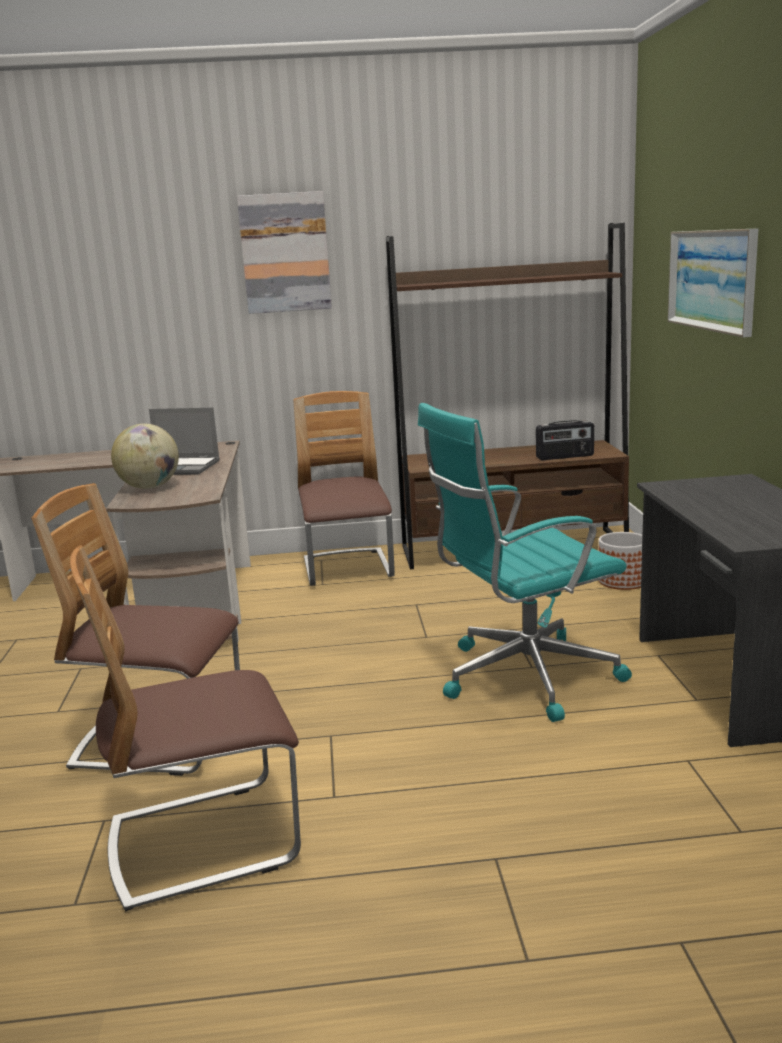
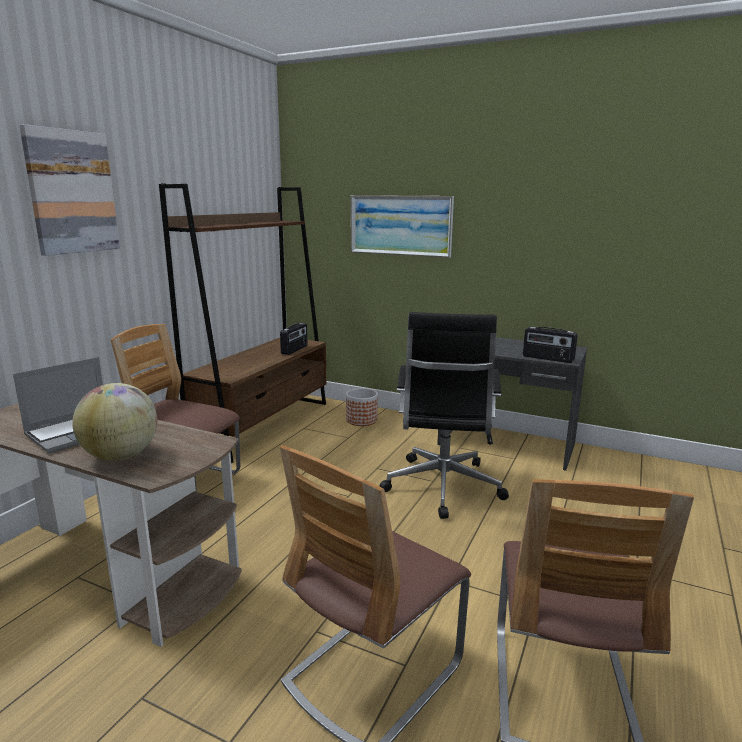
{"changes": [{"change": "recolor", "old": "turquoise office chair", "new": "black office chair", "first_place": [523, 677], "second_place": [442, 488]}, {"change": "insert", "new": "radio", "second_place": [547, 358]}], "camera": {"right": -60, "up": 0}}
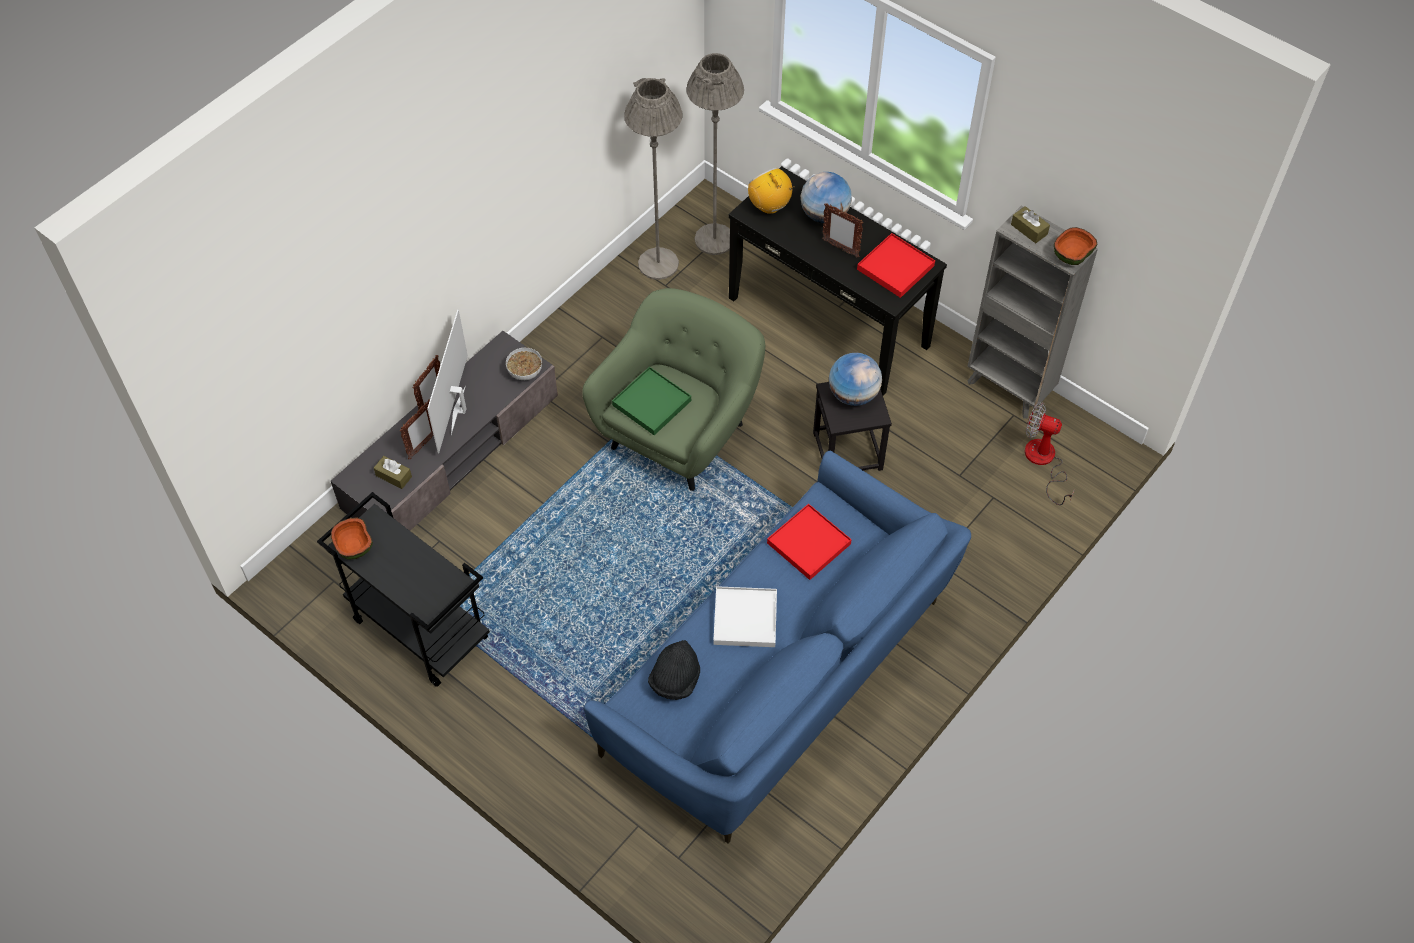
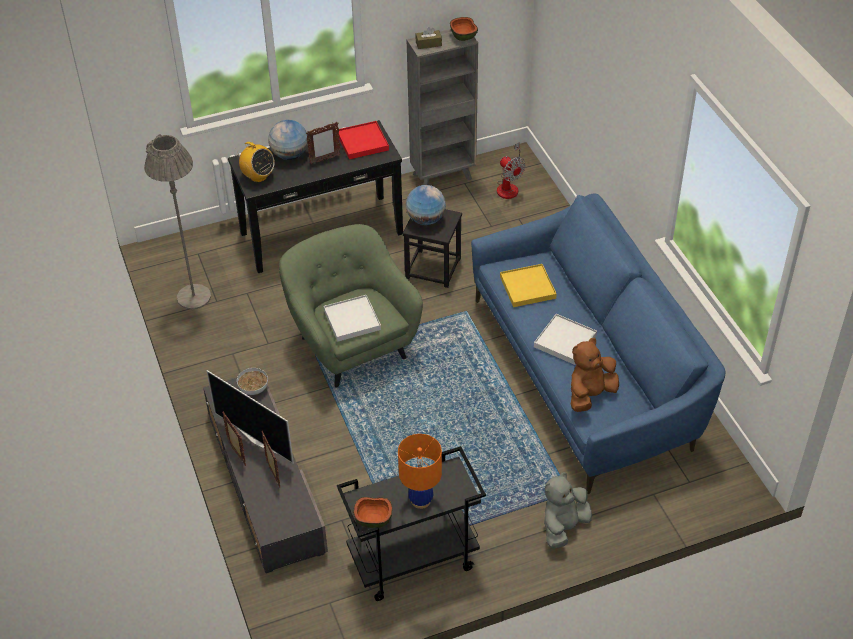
{"changes": [{"change": "delete", "old": "grey floor lamp", "first_place": [714, 239]}, {"change": "rotate", "old": "radio", "first_place": [769, 206], "second_place": [258, 176], "degrees": -135}, {"change": "recolor", "old": "green tray", "new": "white tray", "first_place": [651, 403], "second_place": [352, 320]}, {"change": "rotate", "old": "fan", "first_place": [1043, 462], "second_place": [509, 186], "degrees": -90}, {"change": "delete", "old": "brown tissue box", "first_place": [393, 476]}, {"change": "recolor", "old": "red tray", "new": "yellow tray", "first_place": [809, 543], "second_place": [527, 287]}, {"change": "replace", "old": "black hat", "new": "brown plush toy", "first_place": [675, 680], "second_place": [590, 395]}, {"change": "insert", "new": "orange table lamp", "second_place": [421, 500]}, {"change": "insert", "new": "grey plush toy", "second_place": [563, 527]}], "camera": {"right": -60, "up": -10}}
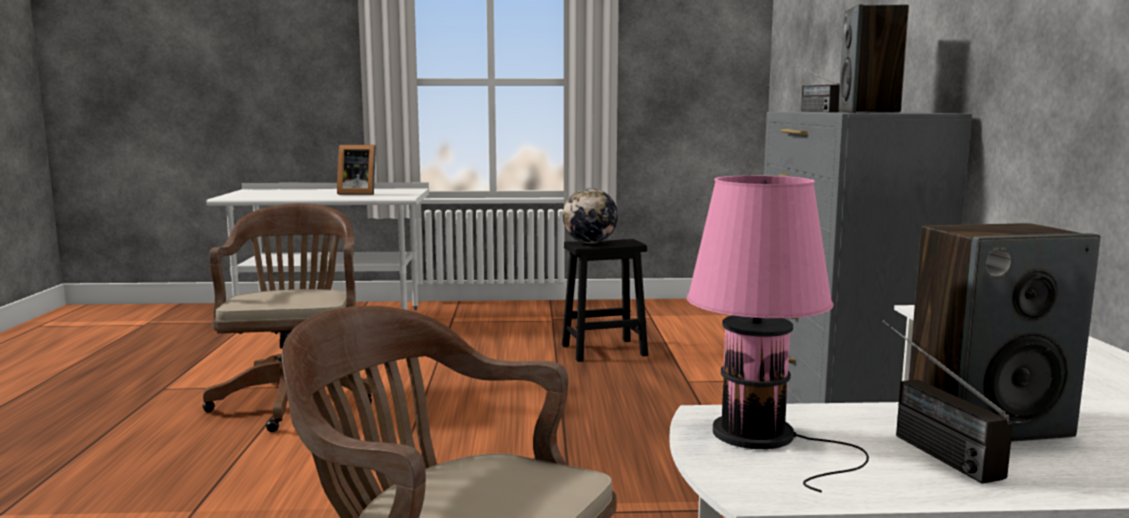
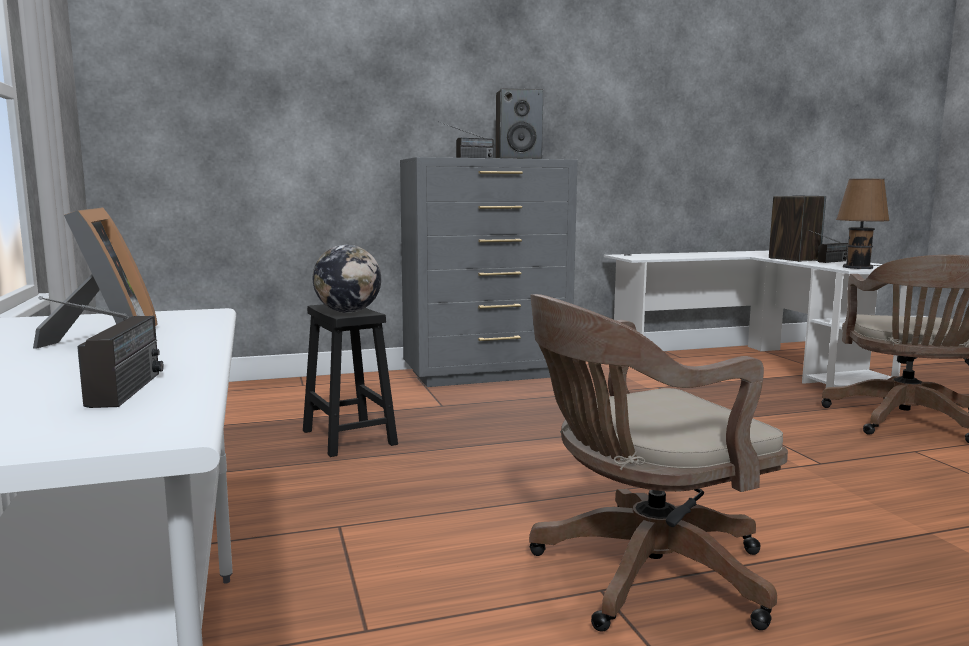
{"changes": [{"change": "recolor", "old": "pink table lamp", "new": "brown table lamp", "first_place": [761, 437], "second_place": [858, 267]}, {"change": "insert", "new": "radio", "second_place": [116, 399]}], "camera": {"right": -105, "up": 0}}
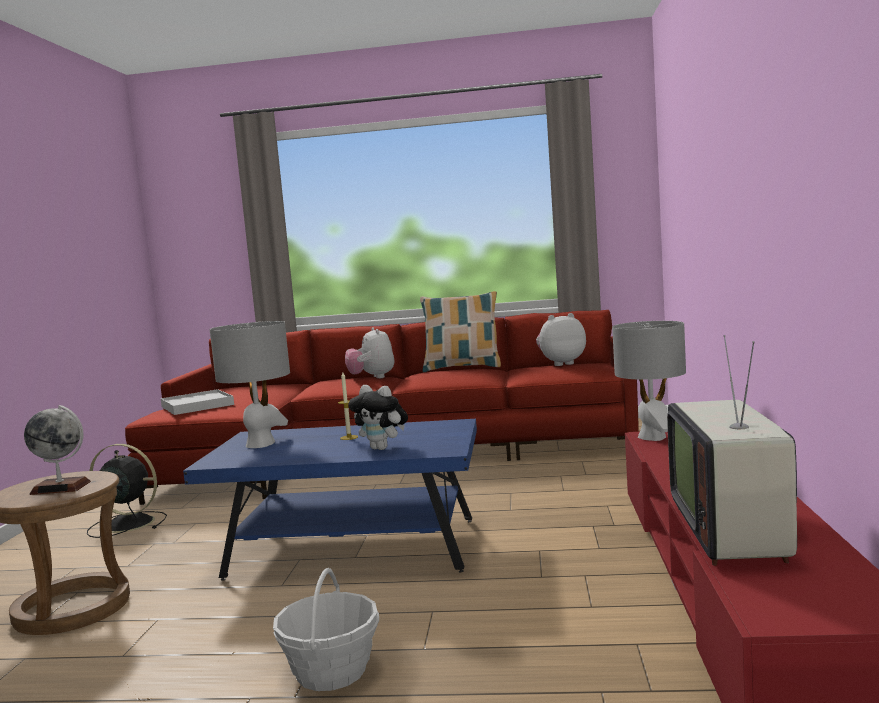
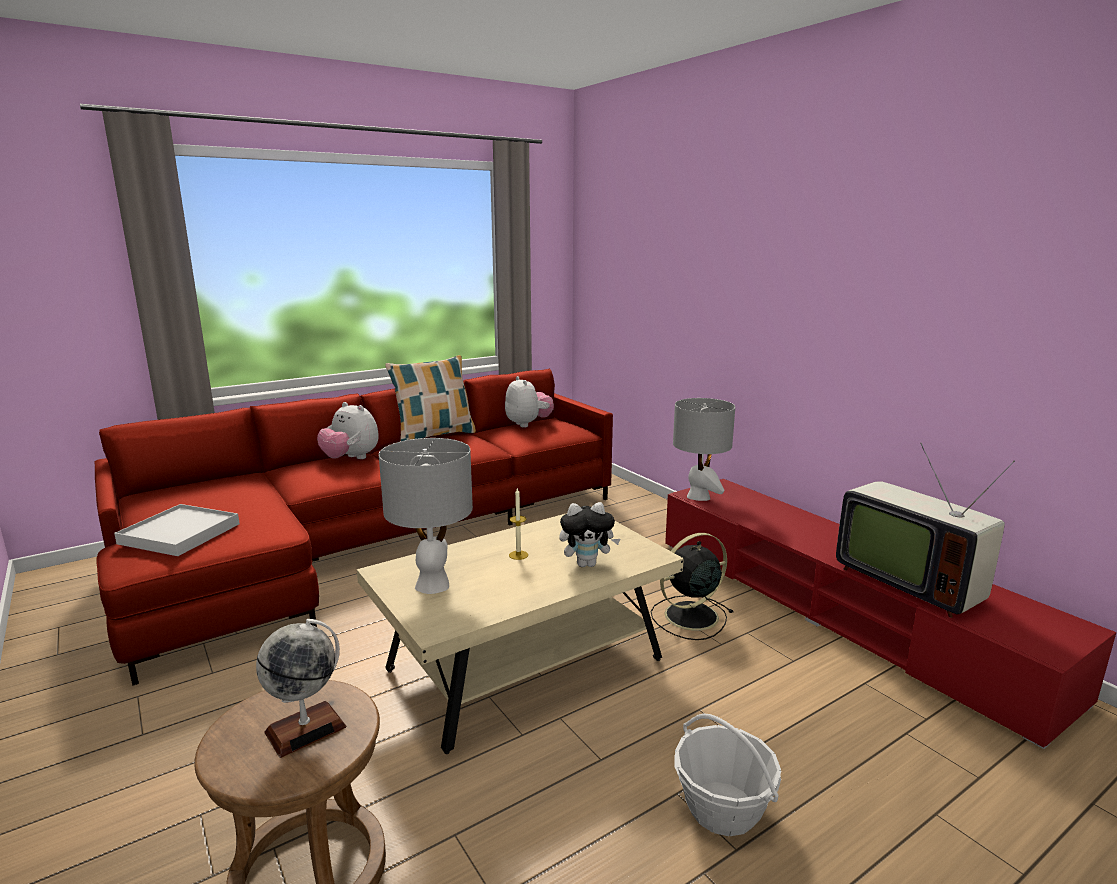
{"changes": [{"change": "rotate", "old": "plush toy", "first_place": [561, 363], "second_place": [528, 424], "degrees": 120}, {"change": "recolor", "old": "blue coffee table", "new": "beige coffee table", "first_place": [353, 549], "second_place": [525, 666]}, {"change": "move", "old": "black fan", "first_place": [126, 524], "second_place": [689, 616]}], "camera": {"right": -40, "up": 10}}
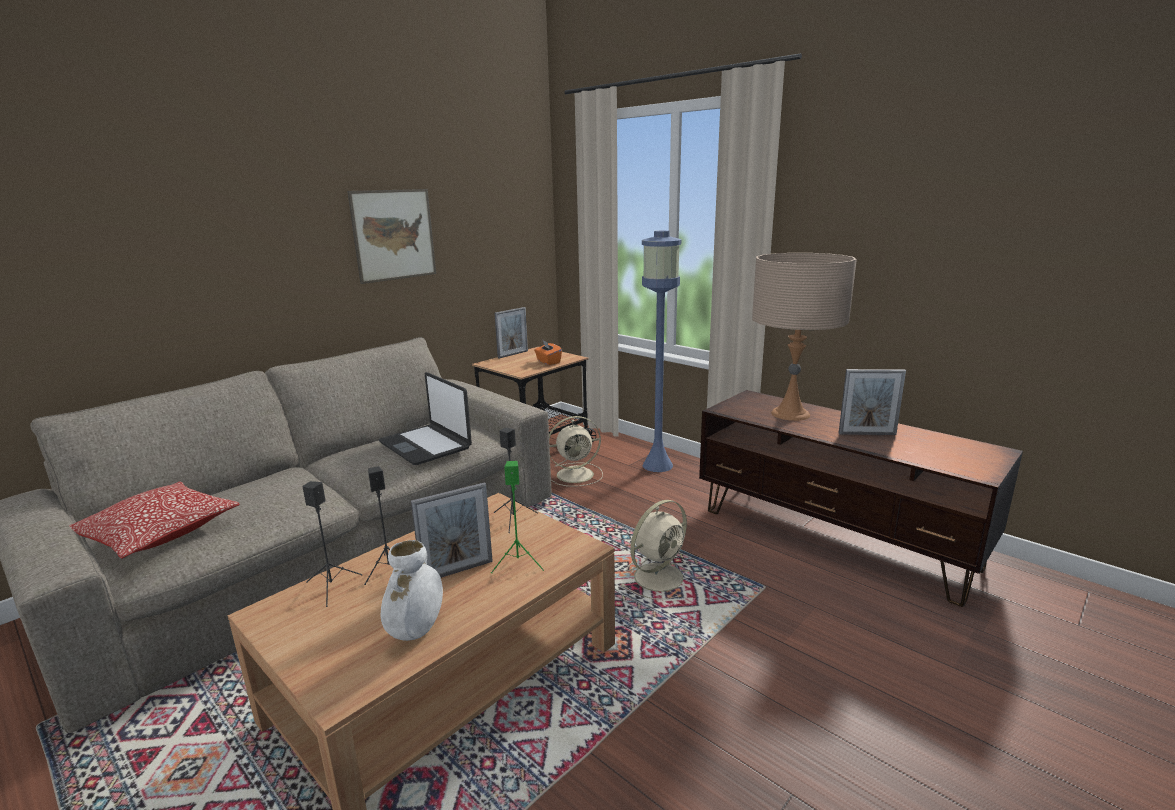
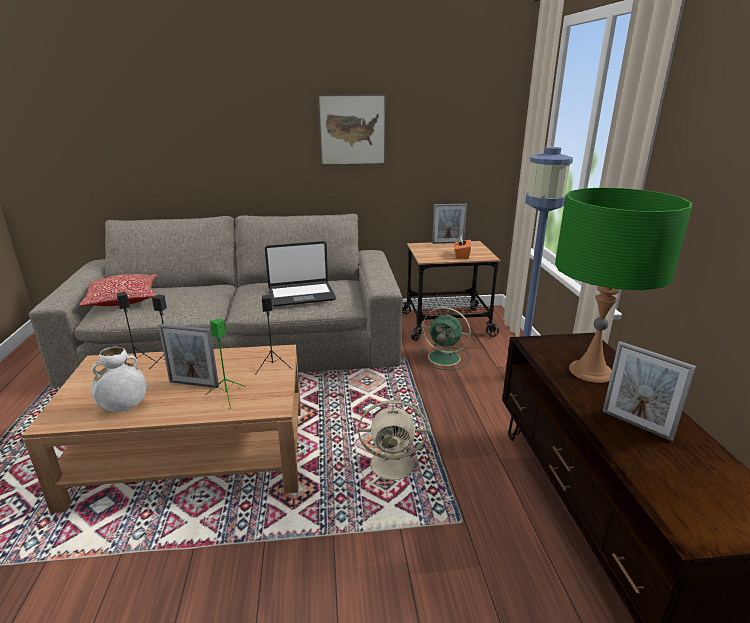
{"changes": [{"change": "recolor", "old": "beige table lamp", "new": "green table lamp", "first_place": [790, 414], "second_place": [590, 371]}, {"change": "rotate", "old": "laptop", "first_place": [426, 445], "second_place": [301, 295], "degrees": -105}, {"change": "recolor", "old": "beige fan", "new": "green fan", "first_place": [576, 474], "second_place": [445, 358]}], "camera": {"right": 40, "up": 5}}
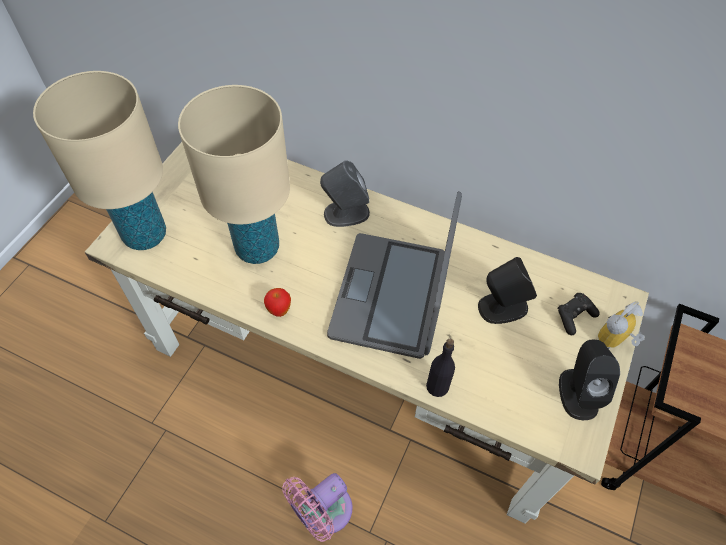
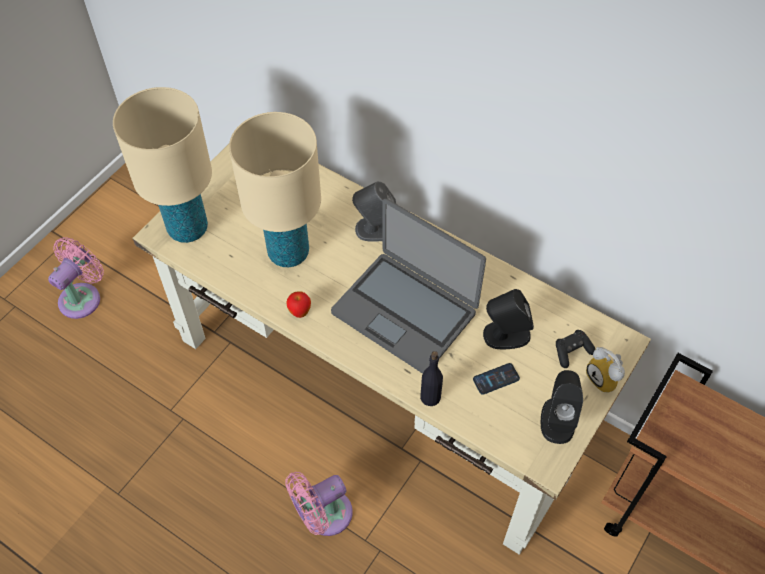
{"changes": [{"change": "rotate", "old": "laptop", "first_place": [392, 295], "second_place": [405, 311], "degrees": -75}, {"change": "rotate", "old": "alarm clock", "first_place": [615, 341], "second_place": [605, 379], "degrees": -90}, {"change": "insert", "new": "pink fan", "second_place": [83, 297]}, {"change": "insert", "new": "phone", "second_place": [496, 379]}], "camera": {"right": 10, "up": 0}}
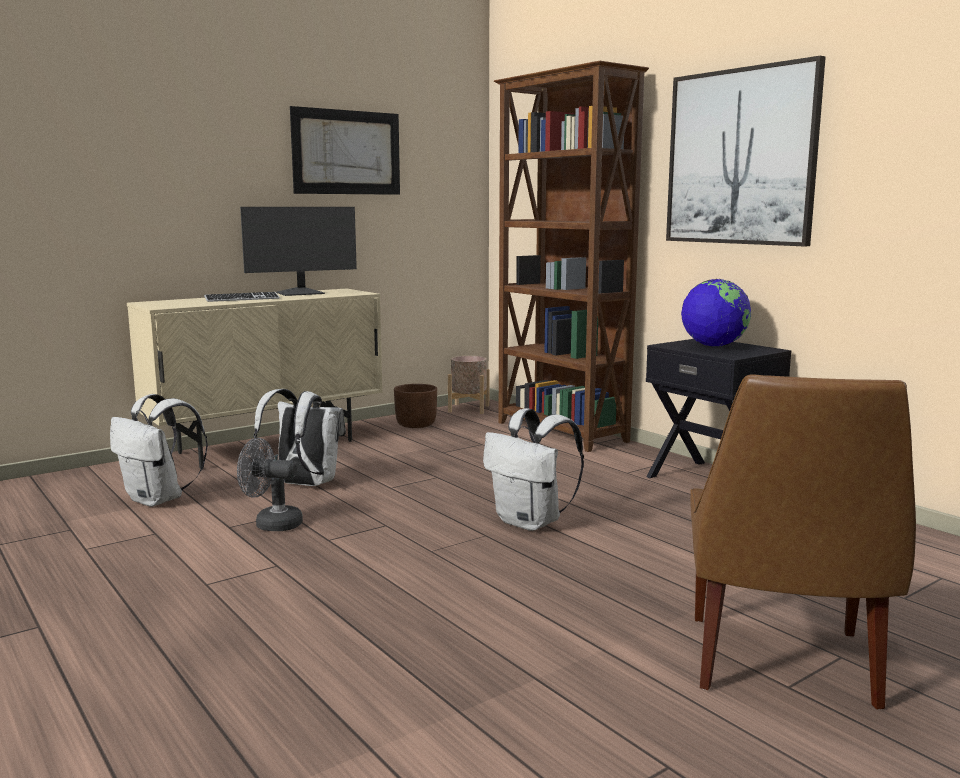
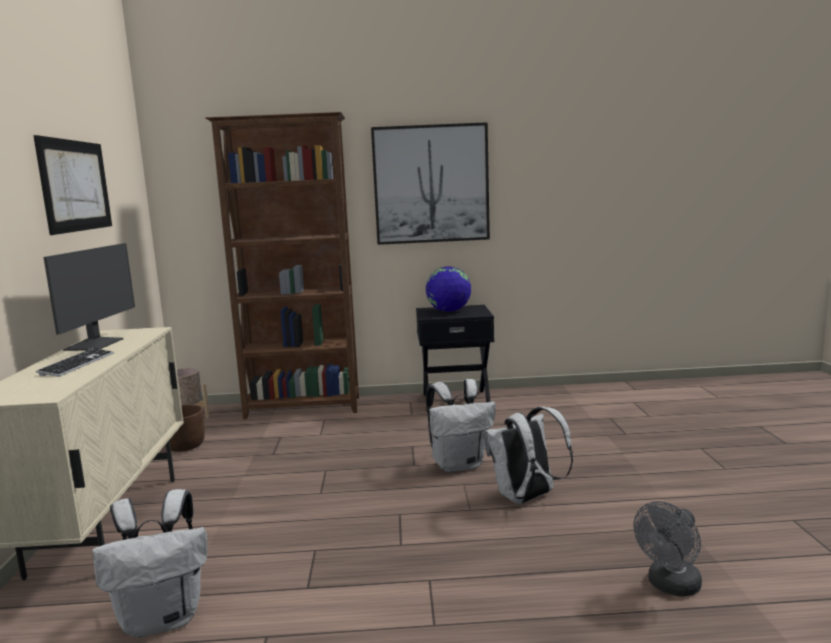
{"changes": [{"change": "delete", "old": "brown chair", "first_place": [781, 664]}, {"change": "move", "old": "white backpack", "first_place": [303, 484], "second_place": [526, 498]}, {"change": "move", "old": "grey fan", "first_place": [271, 523], "second_place": [670, 586]}], "camera": {"right": -55, "up": 0}}
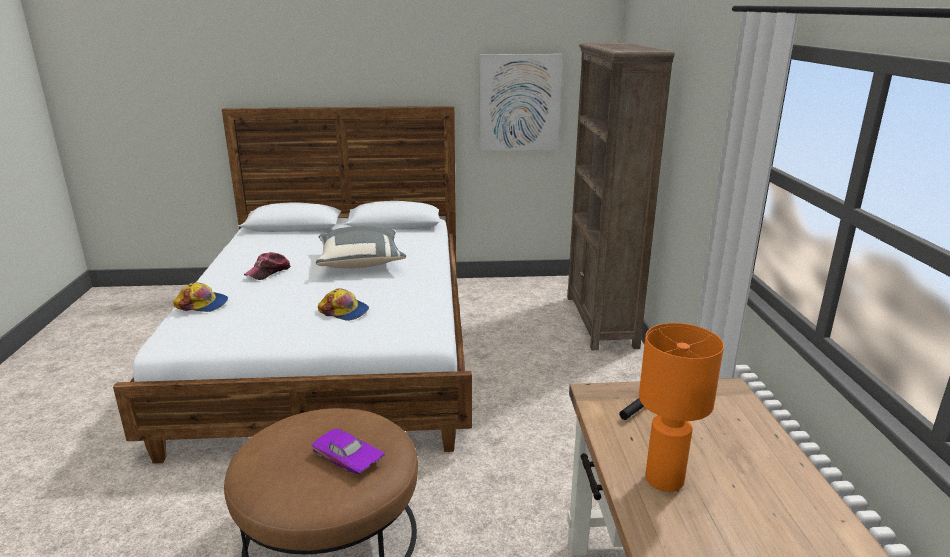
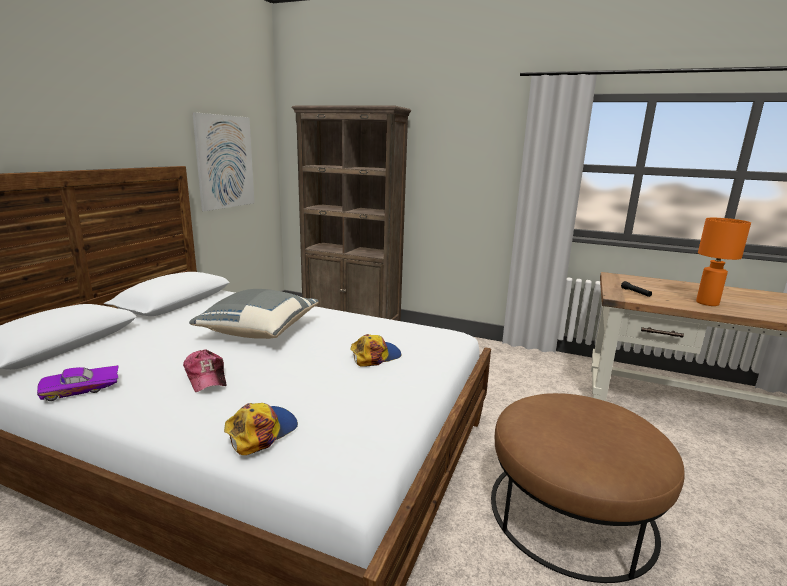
{"changes": [{"change": "move", "old": "purple toy car", "first_place": [346, 459], "second_place": [81, 389]}], "camera": {"right": -65, "up": -5}}
